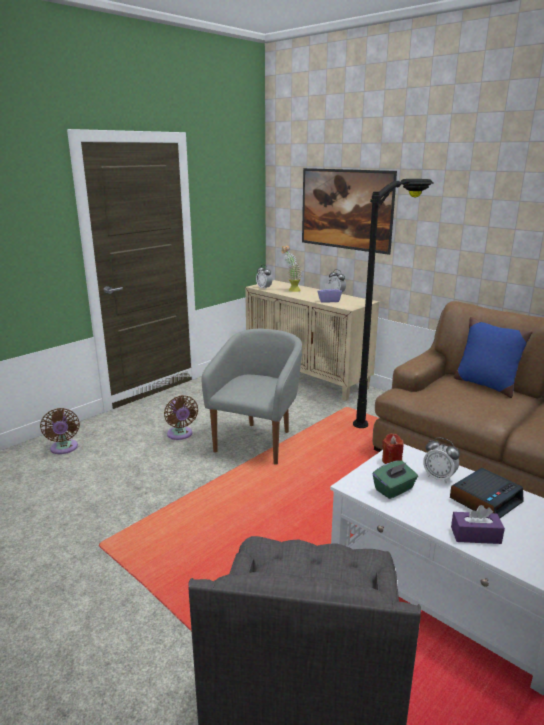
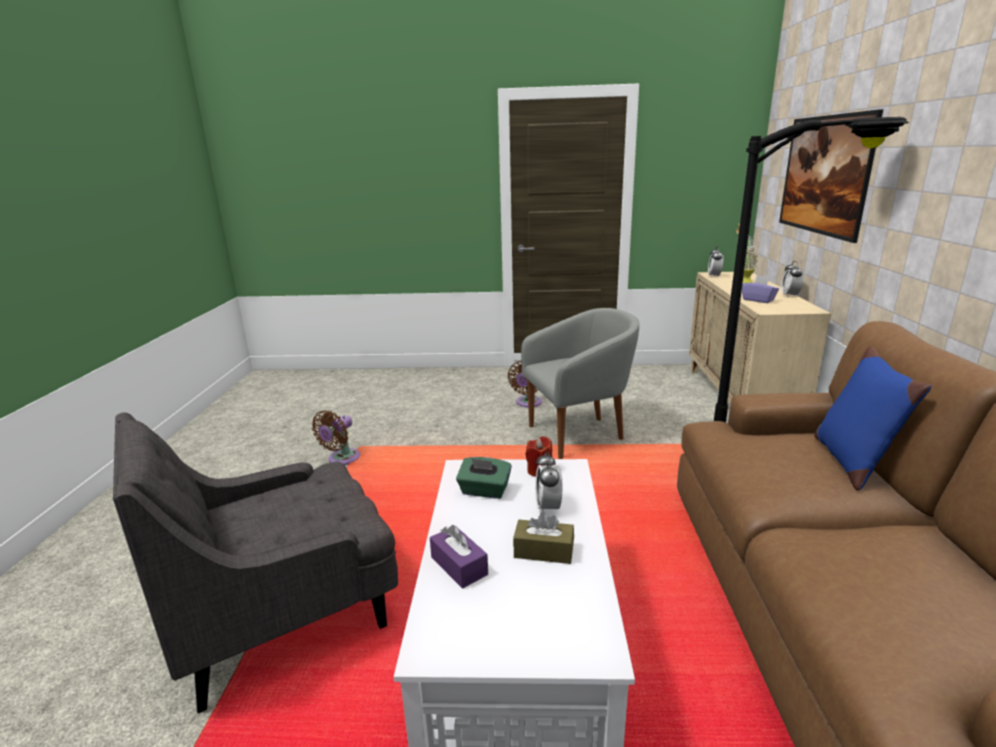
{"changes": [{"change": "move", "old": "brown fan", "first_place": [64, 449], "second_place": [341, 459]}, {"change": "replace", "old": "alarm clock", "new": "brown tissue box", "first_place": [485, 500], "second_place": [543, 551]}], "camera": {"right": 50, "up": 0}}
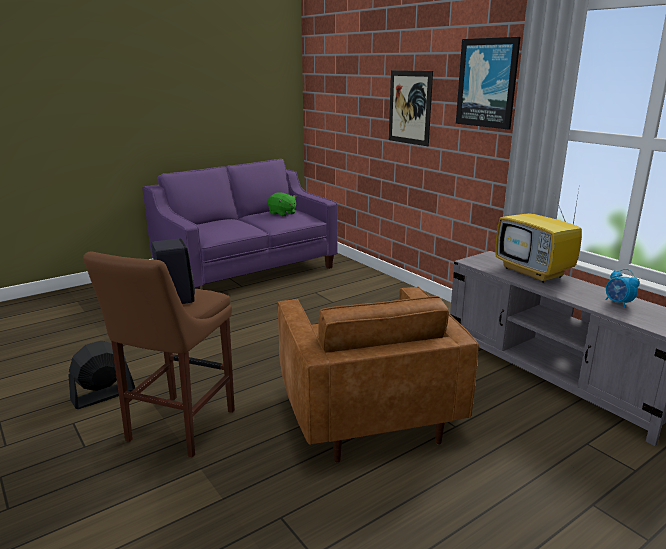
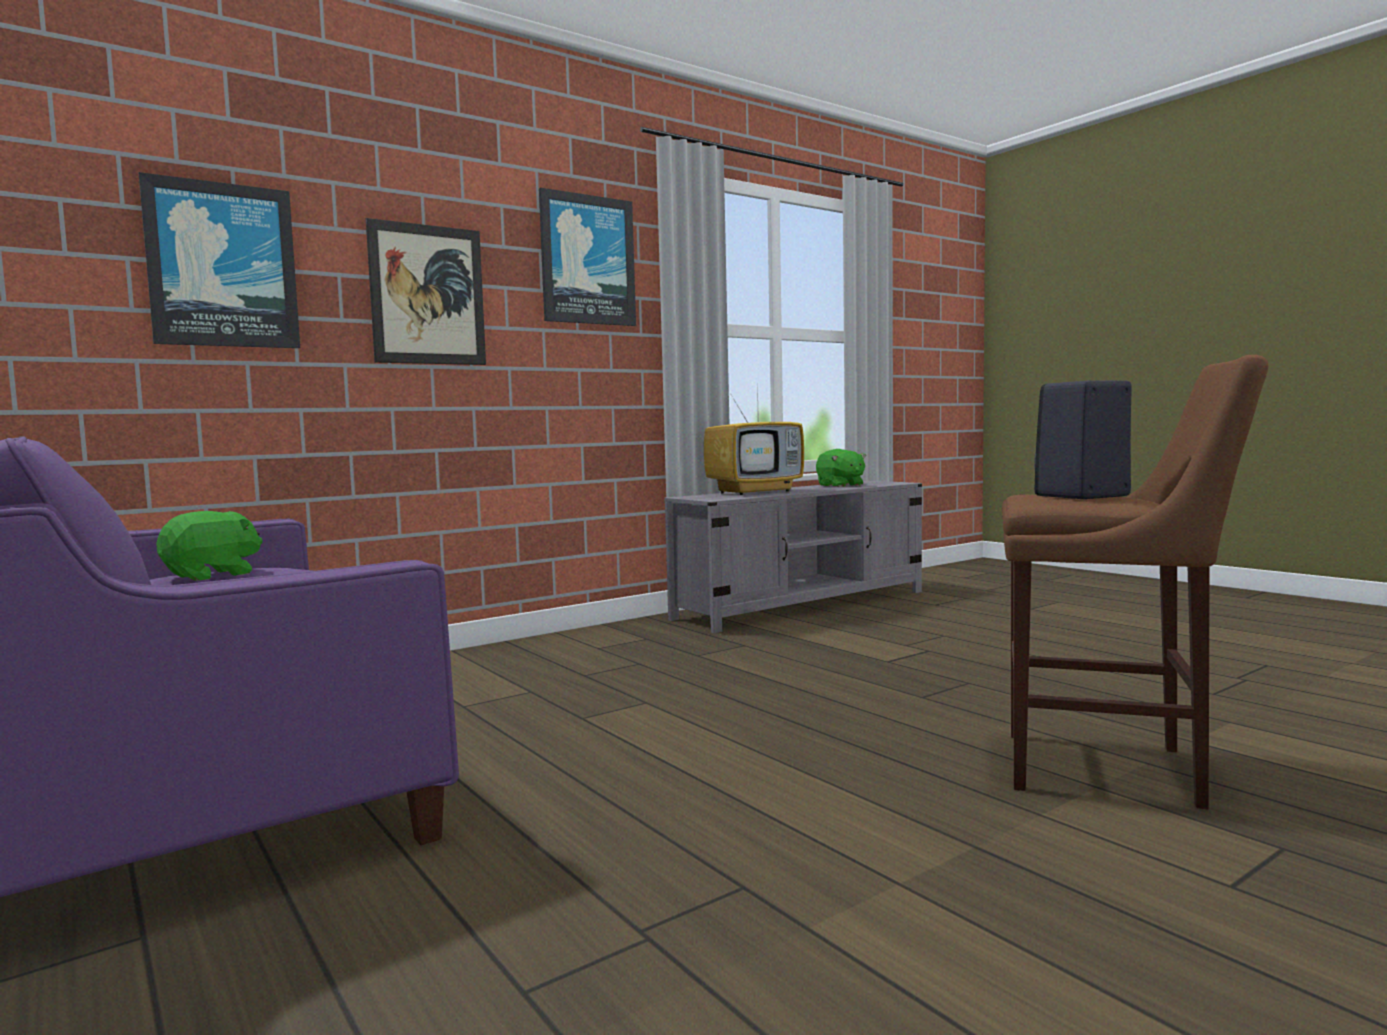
{"changes": [{"change": "replace", "old": "alarm clock", "new": "green plush toy", "first_place": [618, 303], "second_place": [840, 485]}, {"change": "delete", "old": "brown armchair", "first_place": [367, 413]}, {"change": "delete", "old": "black fan", "first_place": [103, 395]}, {"change": "insert", "new": "picture", "second_place": [222, 265]}], "camera": {"right": -90, "up": -15}}
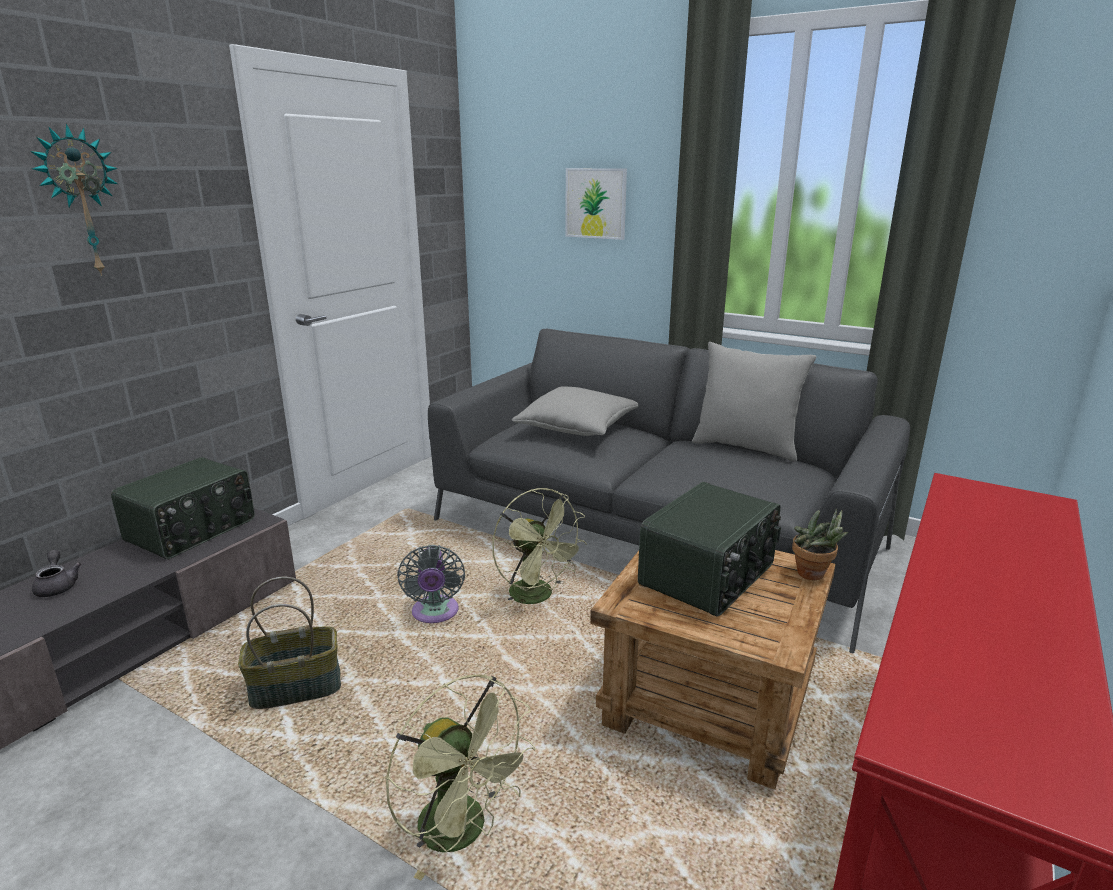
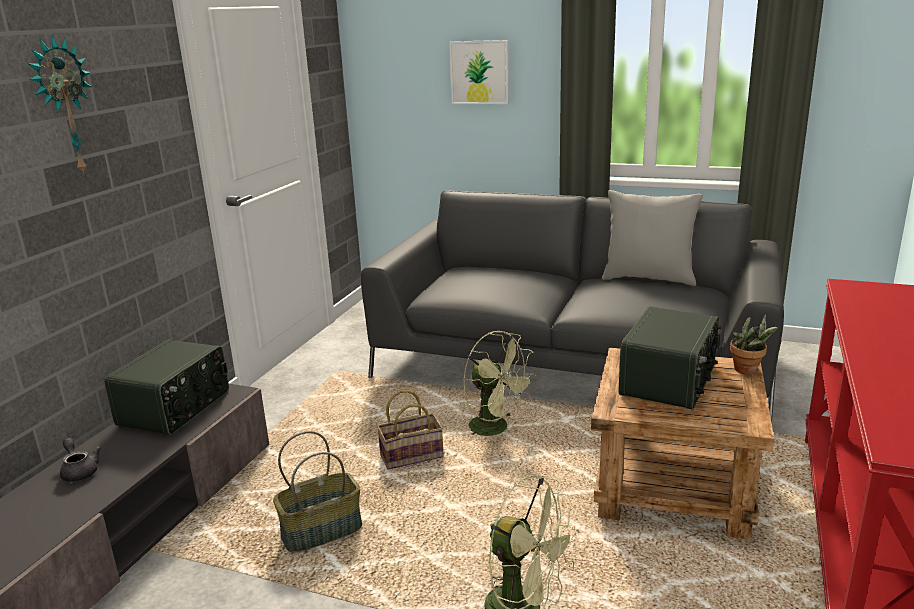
{"changes": [{"change": "delete", "old": "grey pillow", "first_place": [578, 427]}, {"change": "replace", "old": "grey fan", "new": "basket", "first_place": [435, 614], "second_place": [412, 455]}], "camera": {"right": -10, "up": 0}}
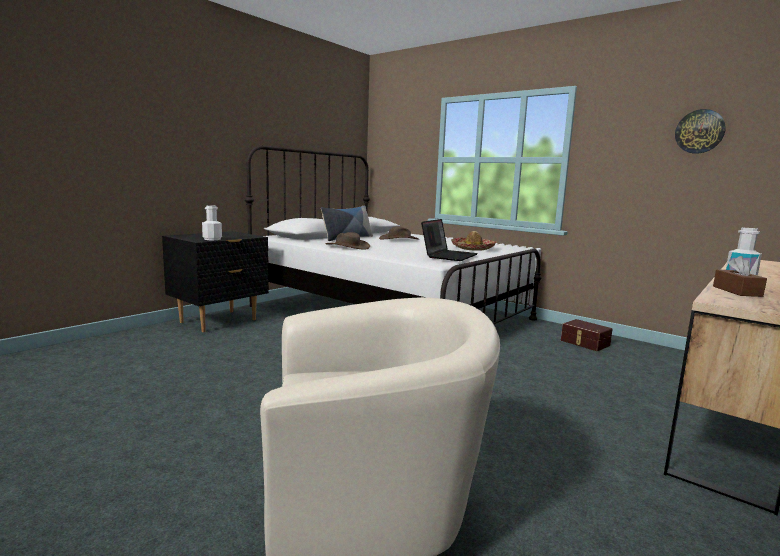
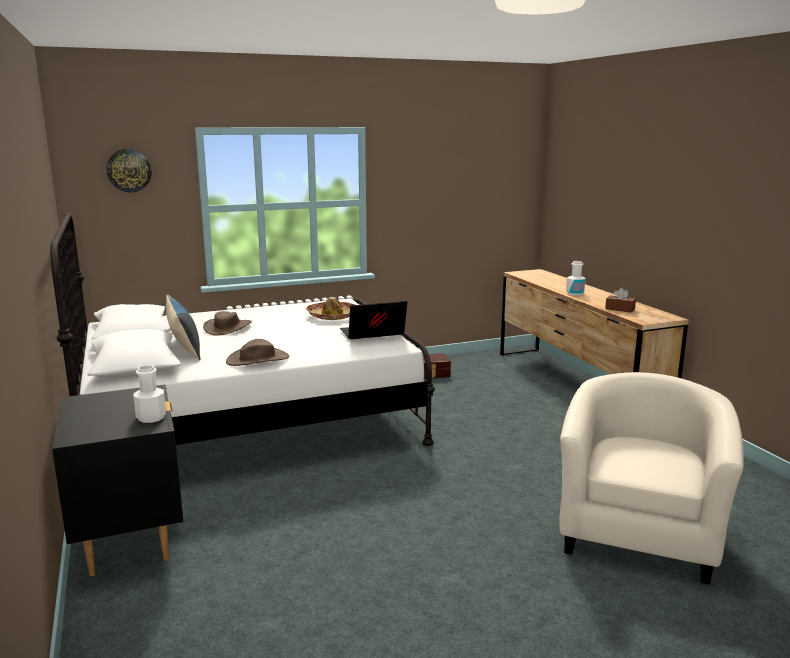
{"changes": [{"change": "move", "old": "wall clock", "first_place": [699, 131], "second_place": [129, 170]}, {"change": "rotate", "old": "laptop", "first_place": [448, 256], "second_place": [372, 334], "degrees": -75}], "camera": {"right": -60, "up": 5}}
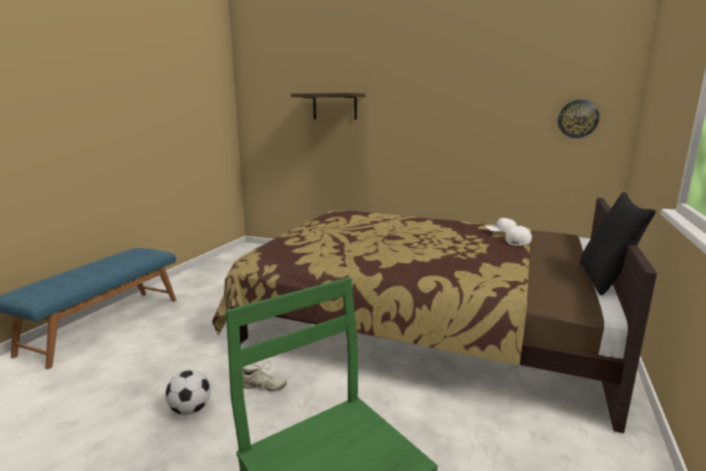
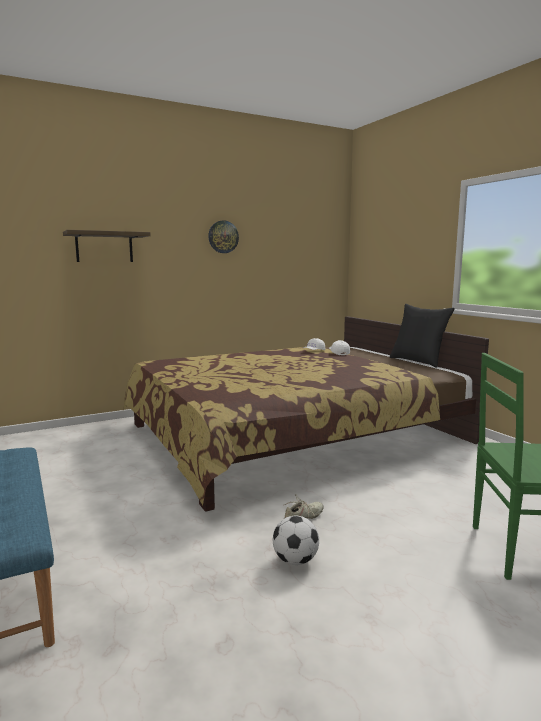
{"changes": [{"change": "move", "old": "wall clock", "first_place": [578, 119], "second_place": [223, 237]}], "camera": {"right": -50, "up": -5}}
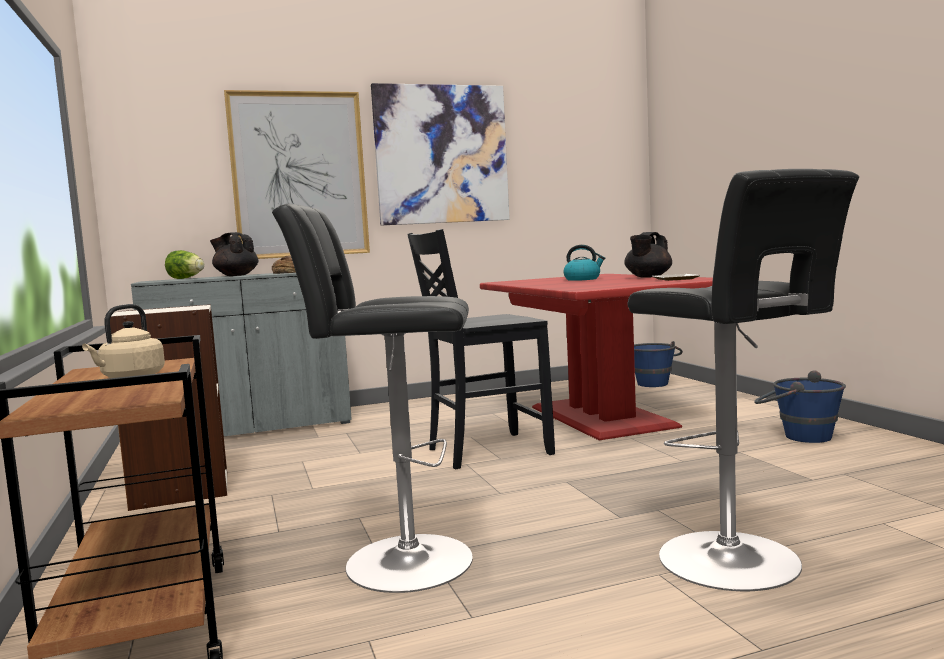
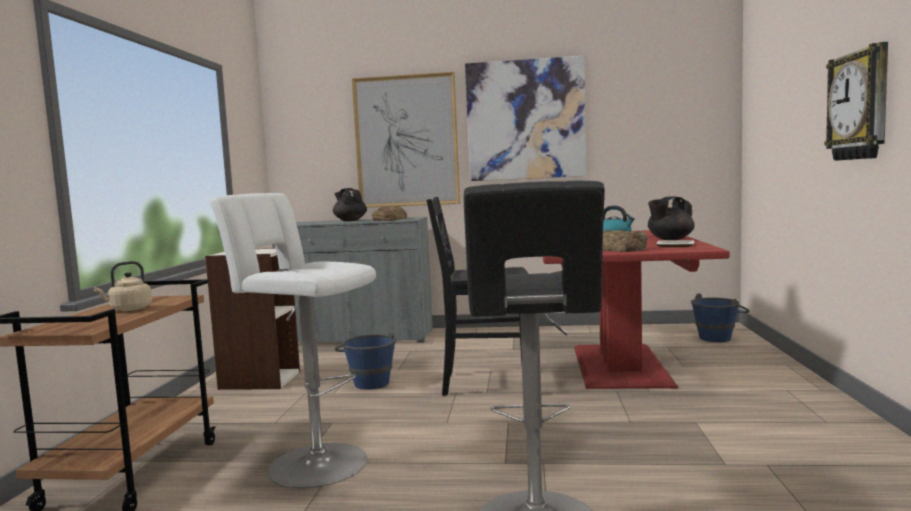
{"changes": [{"change": "recolor", "old": "black stool", "new": "white stool", "first_place": [399, 562], "second_place": [312, 463]}, {"change": "delete", "old": "lettuce", "first_place": [186, 278]}, {"change": "move", "old": "blue bucket", "first_place": [798, 435], "second_place": [368, 382]}, {"change": "insert", "new": "wall clock", "second_place": [860, 105]}, {"change": "insert", "new": "bread", "second_place": [622, 249]}], "camera": {"right": 25, "up": 0}}
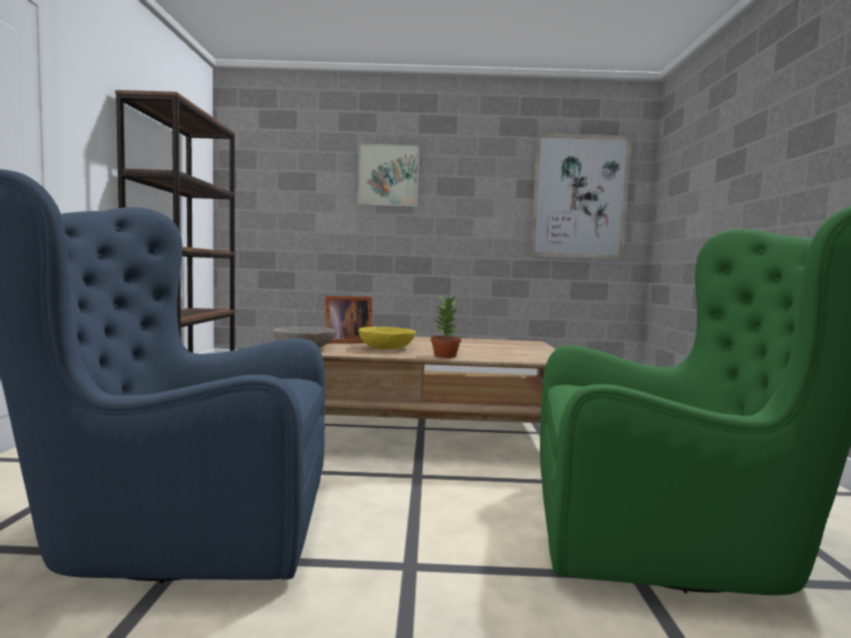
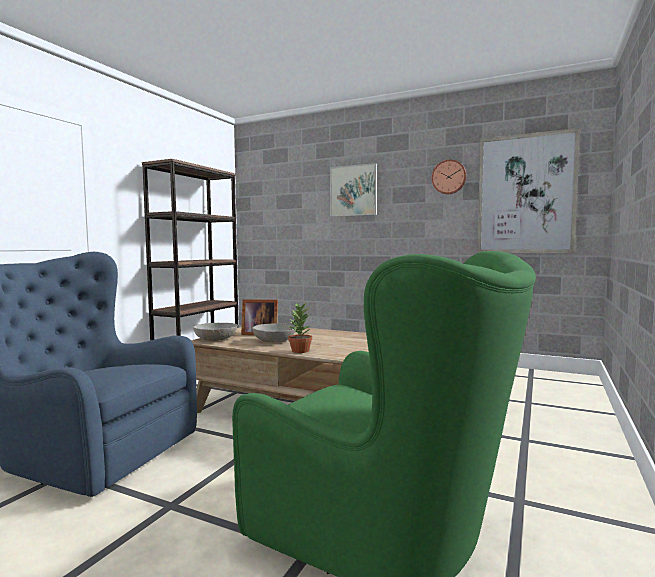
{"changes": [{"change": "recolor", "old": "yellow bowl", "new": "grey bowl", "first_place": [387, 348], "second_place": [274, 341]}, {"change": "insert", "new": "wall clock", "second_place": [449, 177]}], "camera": {"right": 25, "up": 0}}
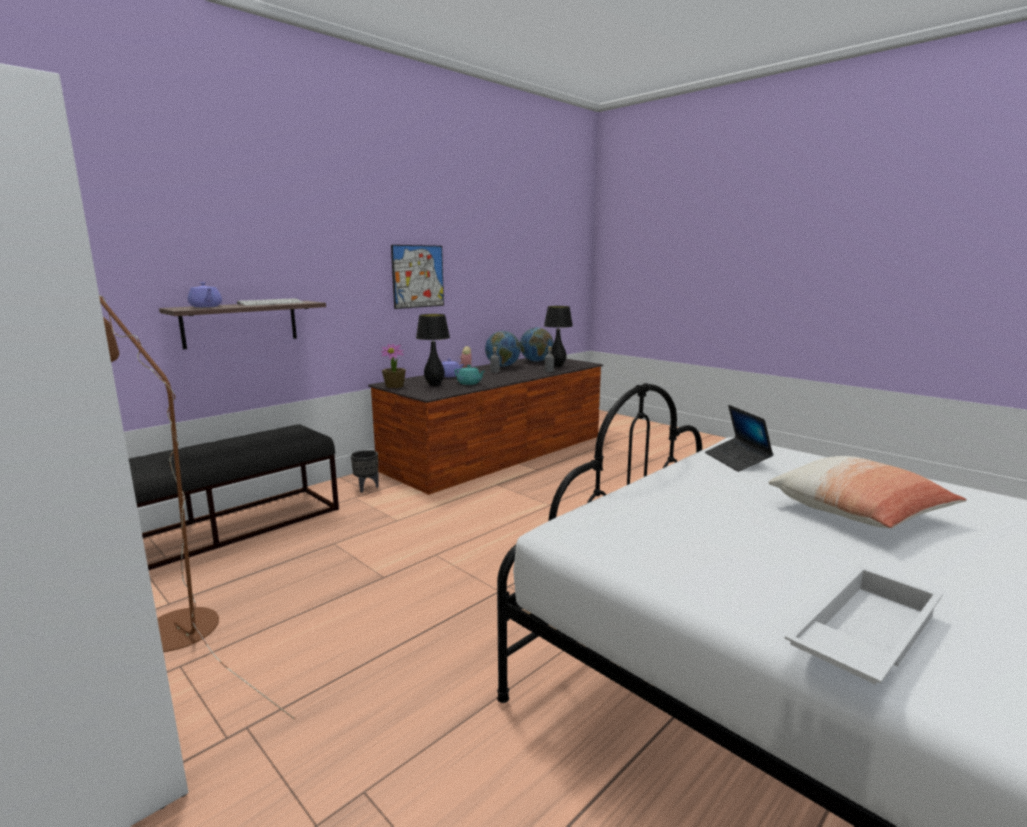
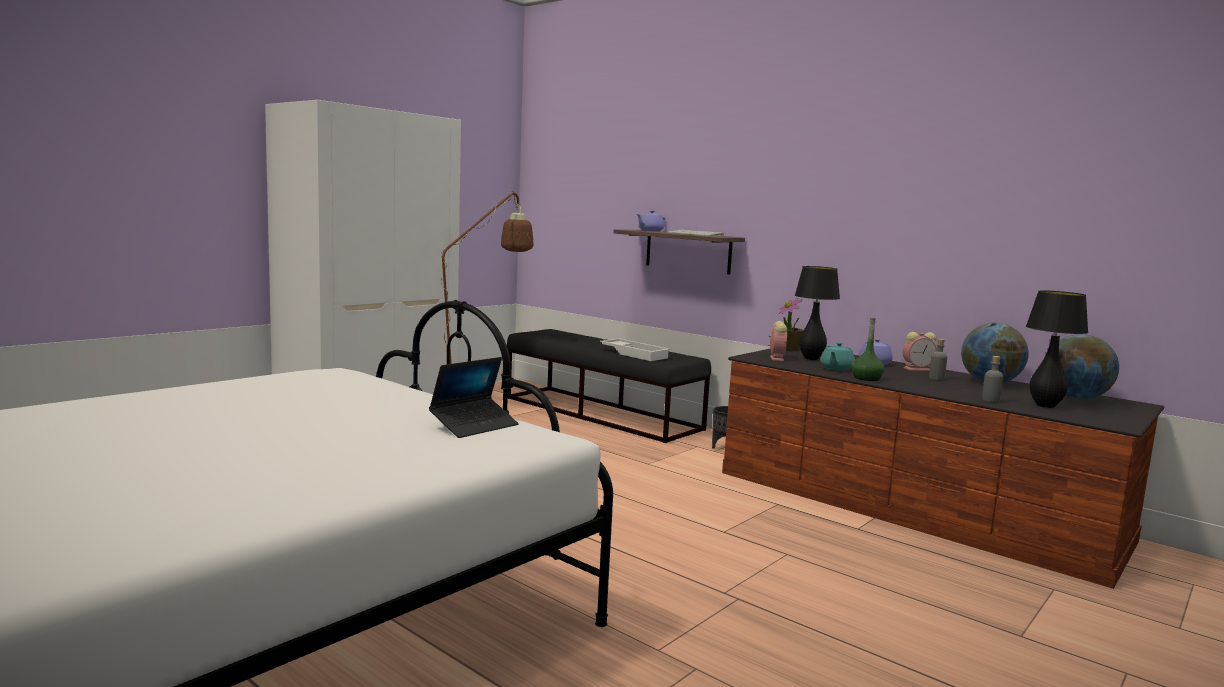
{"changes": [{"change": "delete", "old": "picture", "first_place": [418, 276]}, {"change": "rotate", "old": "laptop", "first_place": [737, 460], "second_place": [474, 426], "degrees": 150}, {"change": "delete", "old": "pillow", "first_place": [859, 513]}, {"change": "move", "old": "white tray", "first_place": [861, 635], "second_place": [635, 354]}, {"change": "insert", "new": "green bottle", "second_place": [866, 378]}, {"change": "insert", "new": "alarm clock", "second_place": [776, 358]}], "camera": {"right": 85, "up": -5}}
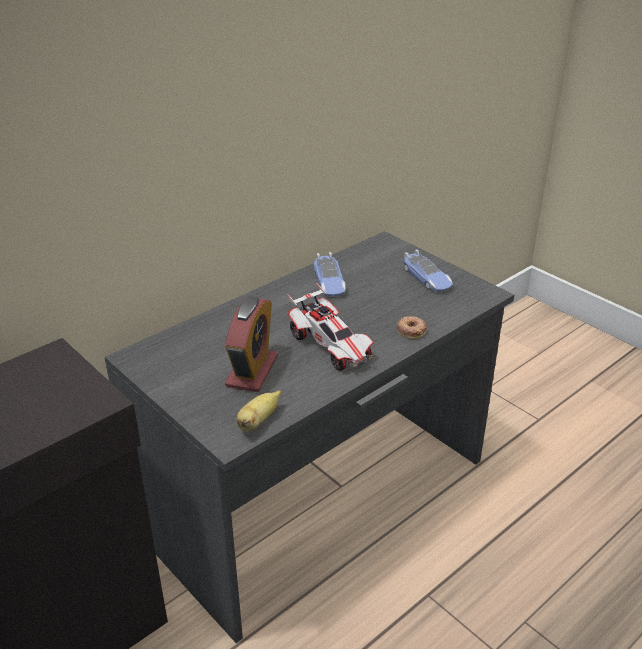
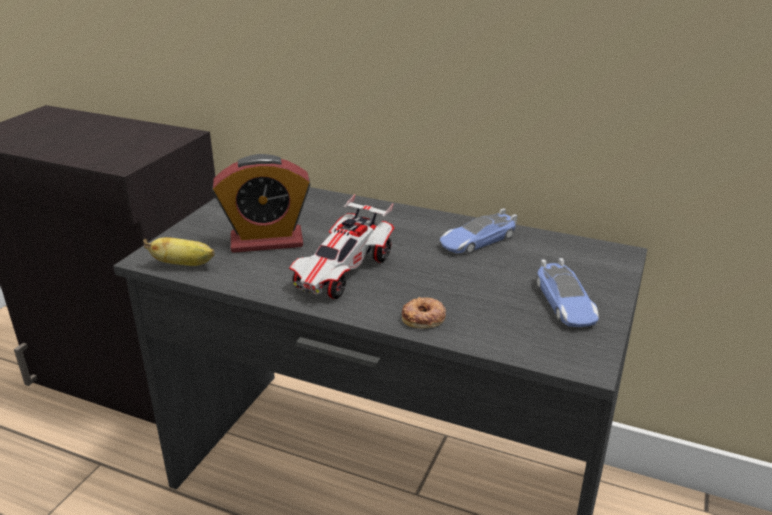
{"changes": [{"change": "rotate", "old": "toy car", "first_place": [427, 278], "second_place": [565, 303], "degrees": -45}], "camera": {"right": 65, "up": -5}}
